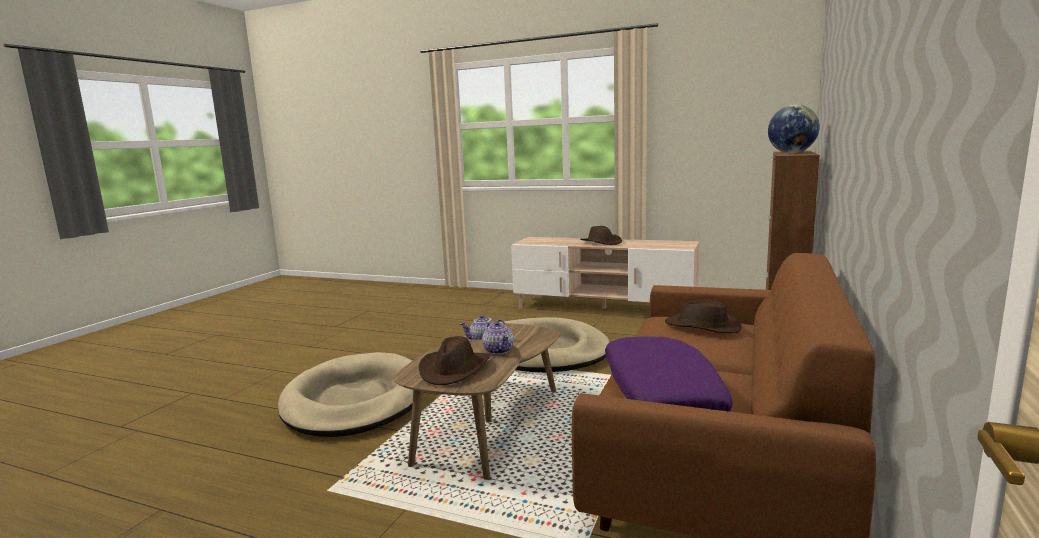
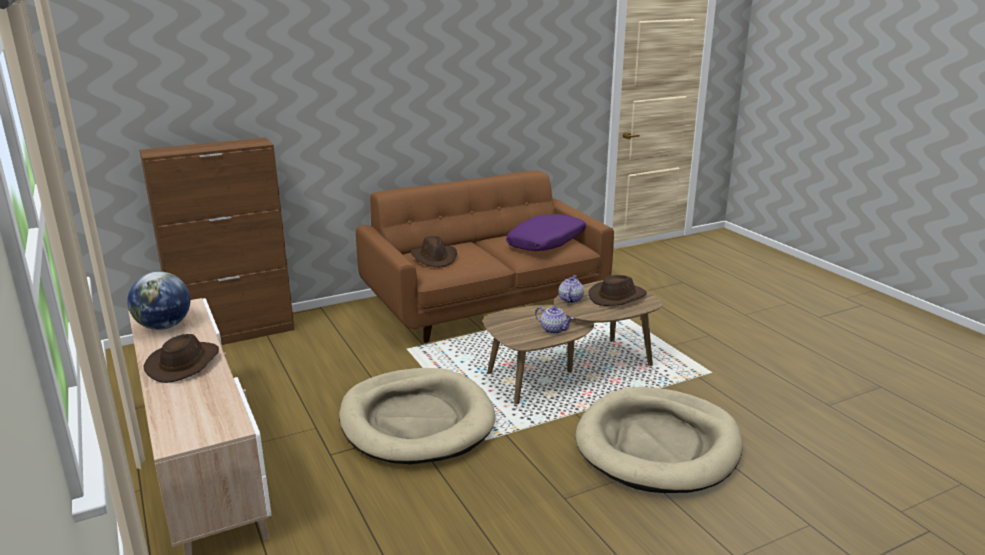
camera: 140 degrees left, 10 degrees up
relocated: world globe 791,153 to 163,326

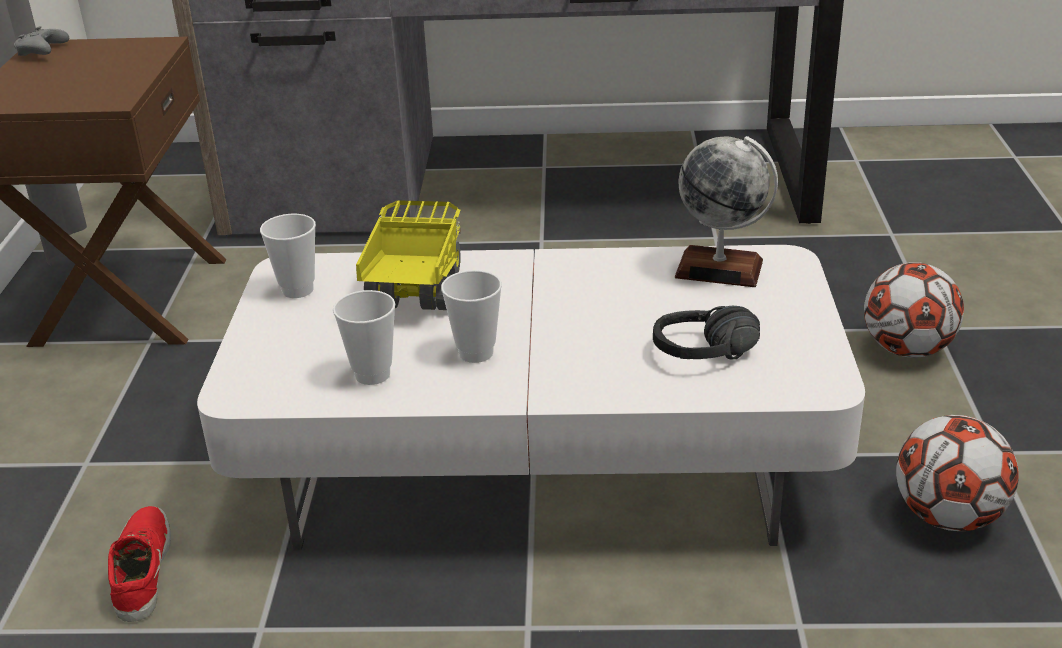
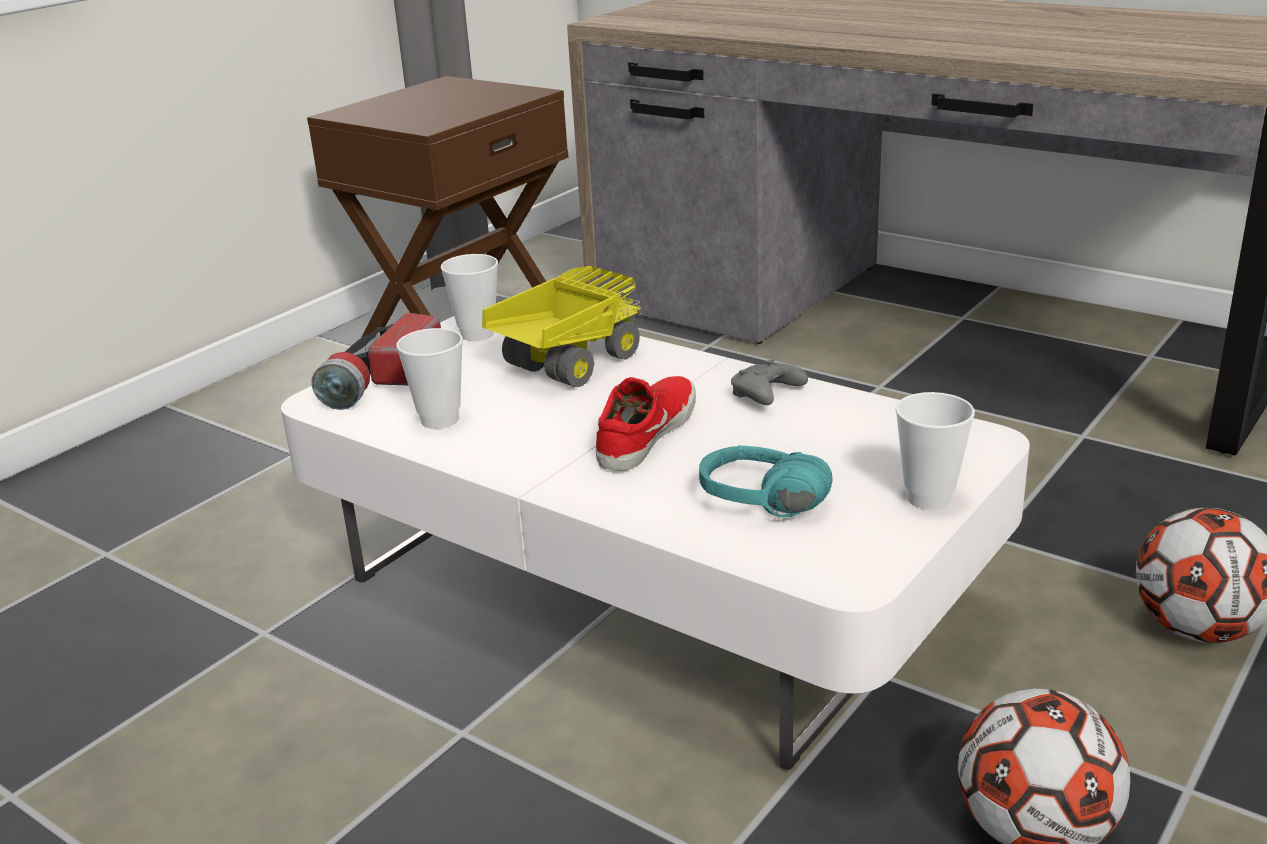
camera: 35 degrees right, 5 degrees down
missing: world globe 719,269
appeared: flashlight 382,381
relocated: red-coloured item of footwear 140,570 to 644,433; greyish joypad 43,53 to 766,396; small cup 476,353 to 929,498
colour: black headset 710,361 to turquoise-coloured headset 758,511

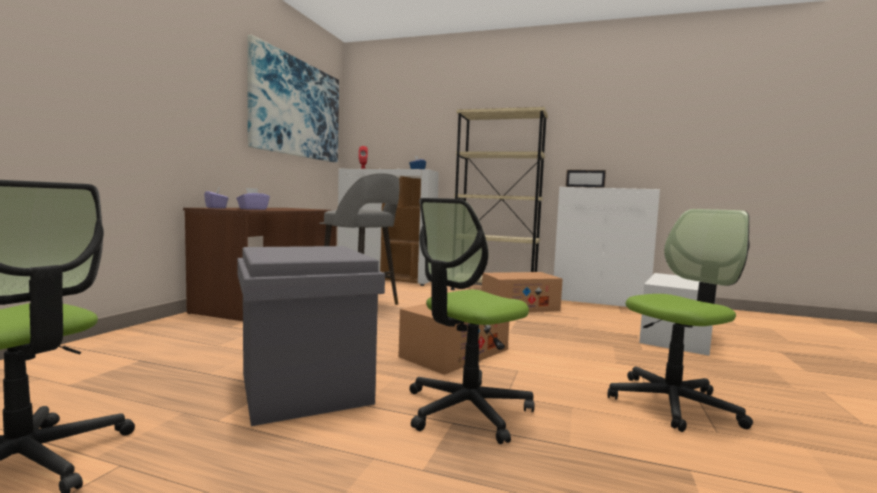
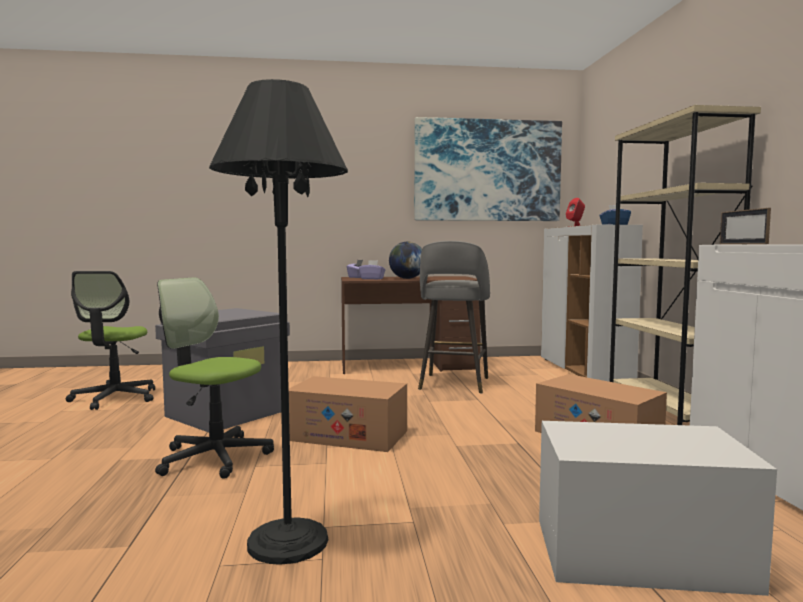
camera: 65 degrees right, 0 degrees up
appeared: world globe 407,278
exchanged: desk chair 673,404 to black standard lamp 288,542

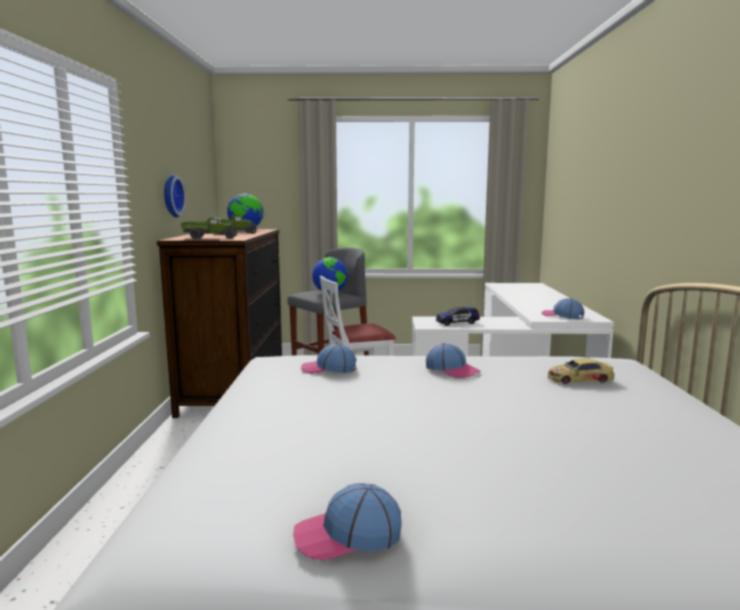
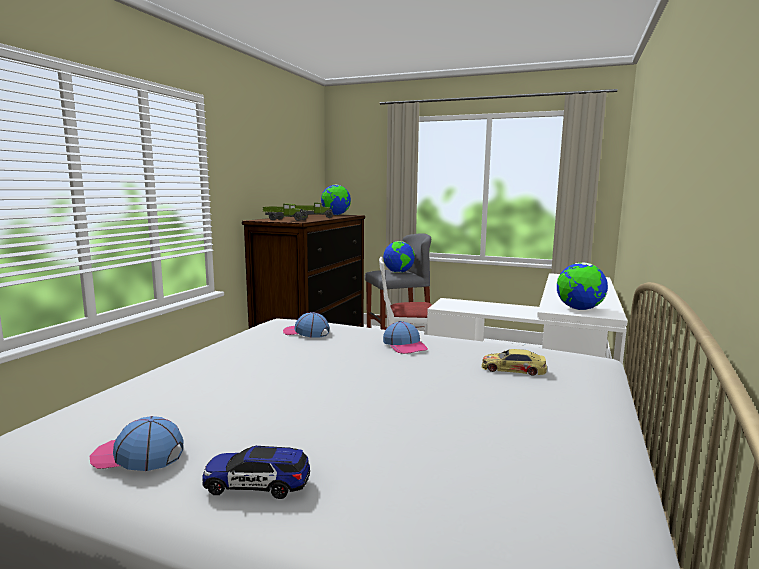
camera: 20 degrees right, 0 degrees up
missing: hanging clock 171,195
relocated: miniature car 457,323 to 257,485
exchanged: cap 562,315 to world globe 579,309

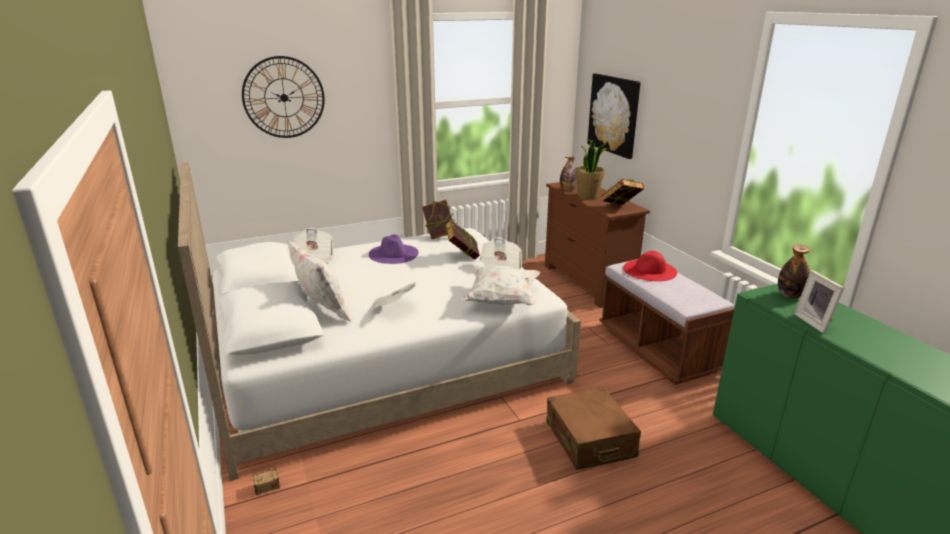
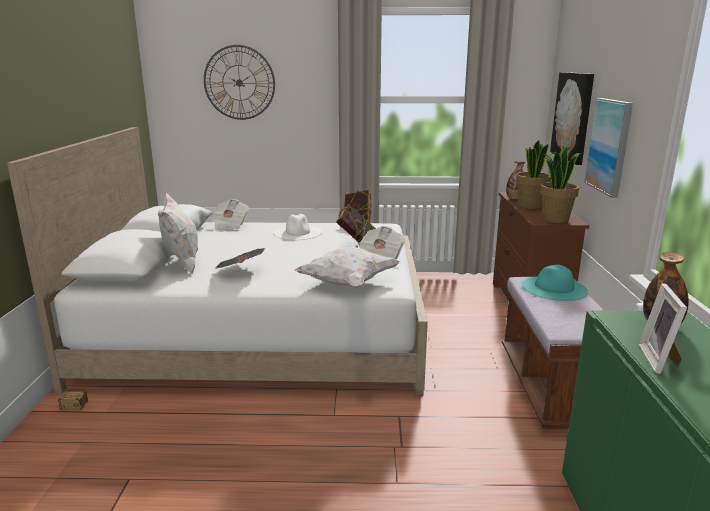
camera: 25 degrees right, 5 degrees down
missing: brown-coloured suitcase 589,439
appeared: wall picture 609,146
exchanged: volume 620,208 to potted plant 555,219
colour: purplish wearable hat 393,253 to white wearable hat 298,232; red-coloured wearable hat 649,270 to turquoise-coloured wearable hat 554,288

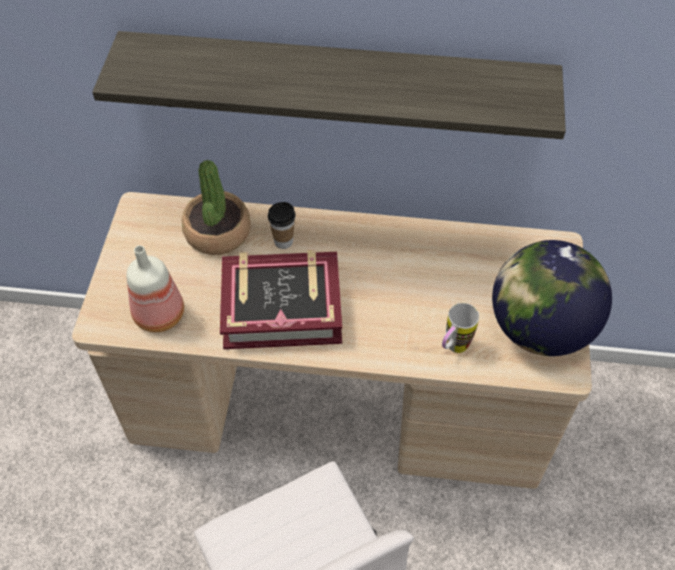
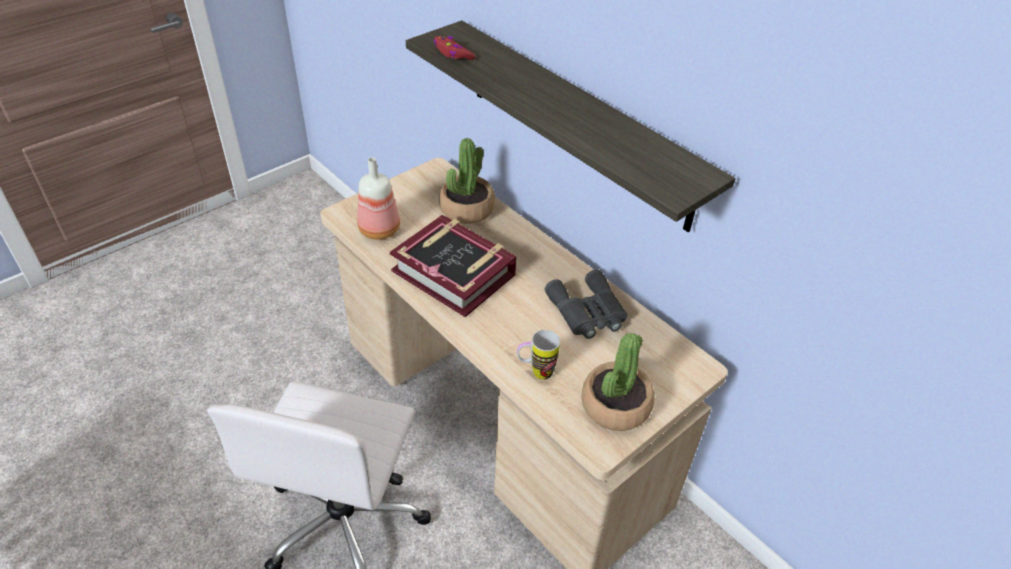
camera: 40 degrees right, 10 degrees down
missing: small cup 283,241
appeared: red-coloured joypad 453,53; greyish field glasses 587,312
exchanged: world globe 539,328 to potted plant 615,405

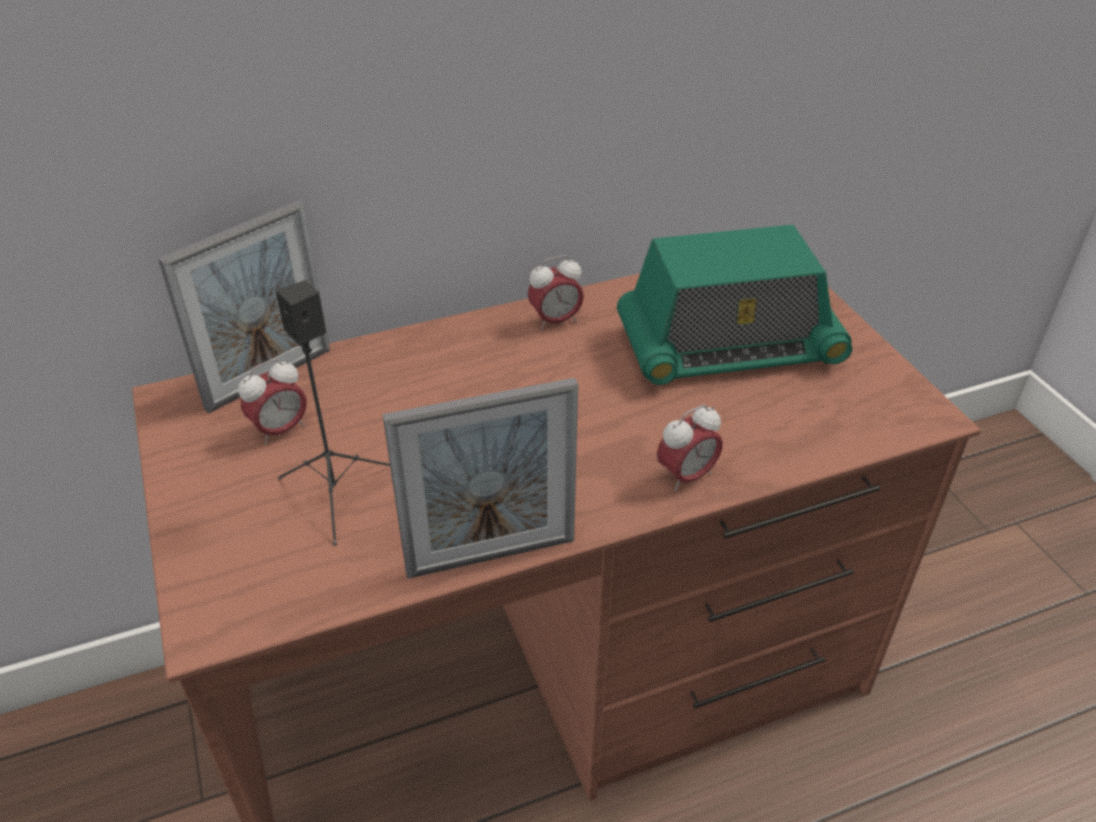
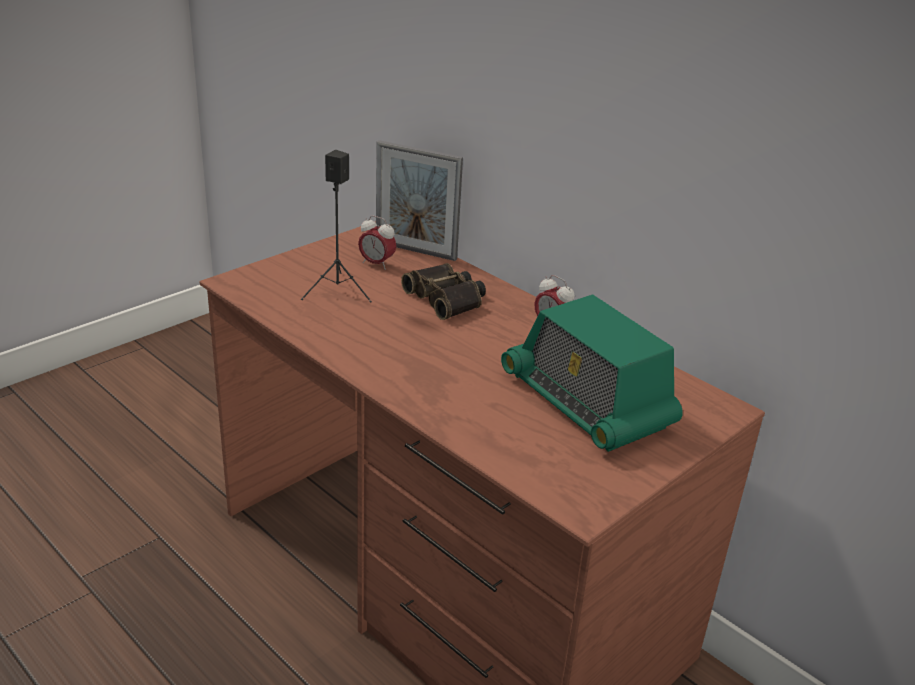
camera: 65 degrees right, 10 degrees down
missing: picture frame 491,556; table clock 686,476
appeared: field glasses 447,298

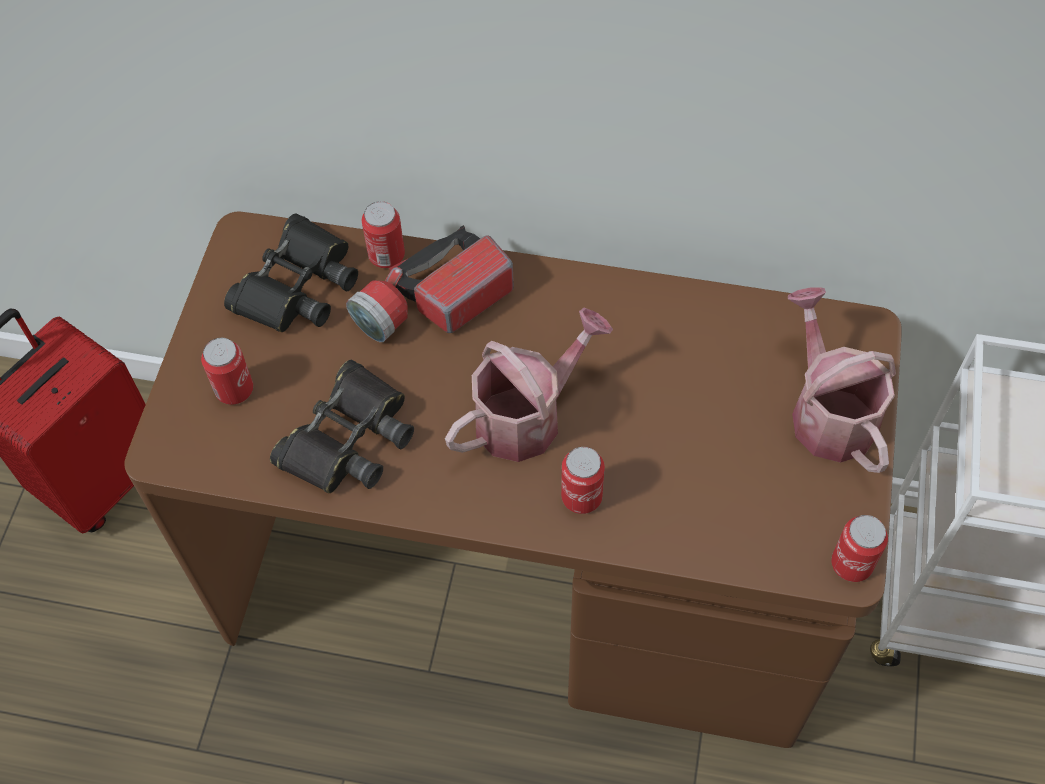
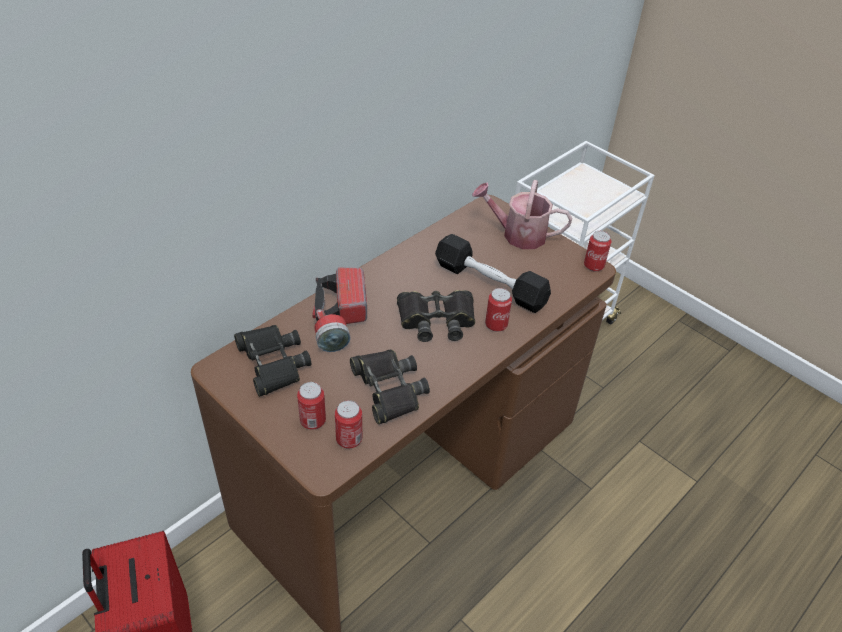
camera: 60 degrees left, 15 degrees down
appeared: black free weight 490,284
relocated: can 386,255 to 349,439
exchanged: watering can 527,415 to black field glasses 436,320

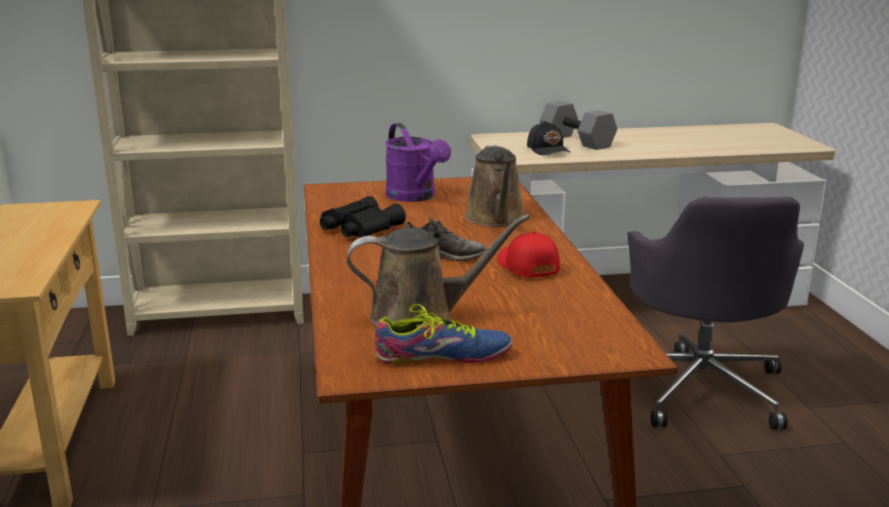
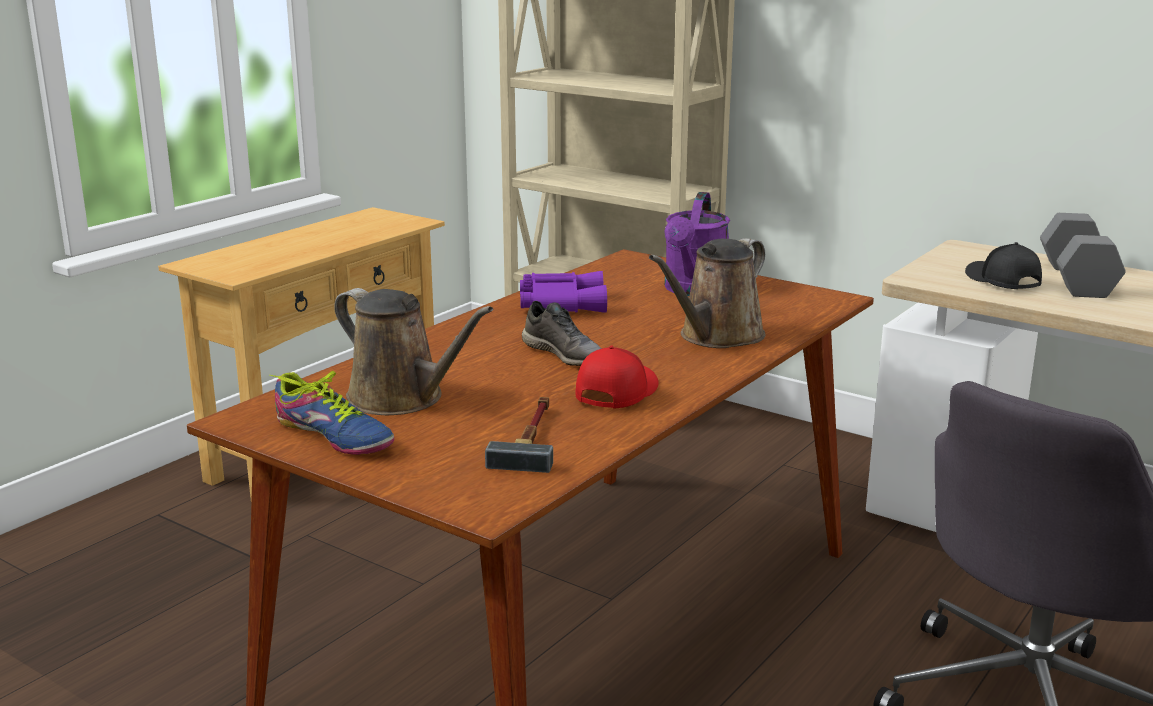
camera: 45 degrees right, 0 degrees up
appeared: hammer 532,438
colour: black field glasses 358,228 to purplish field glasses 561,304
spun: black cap 548,150 = 1002,281 135 degrees clockwise

